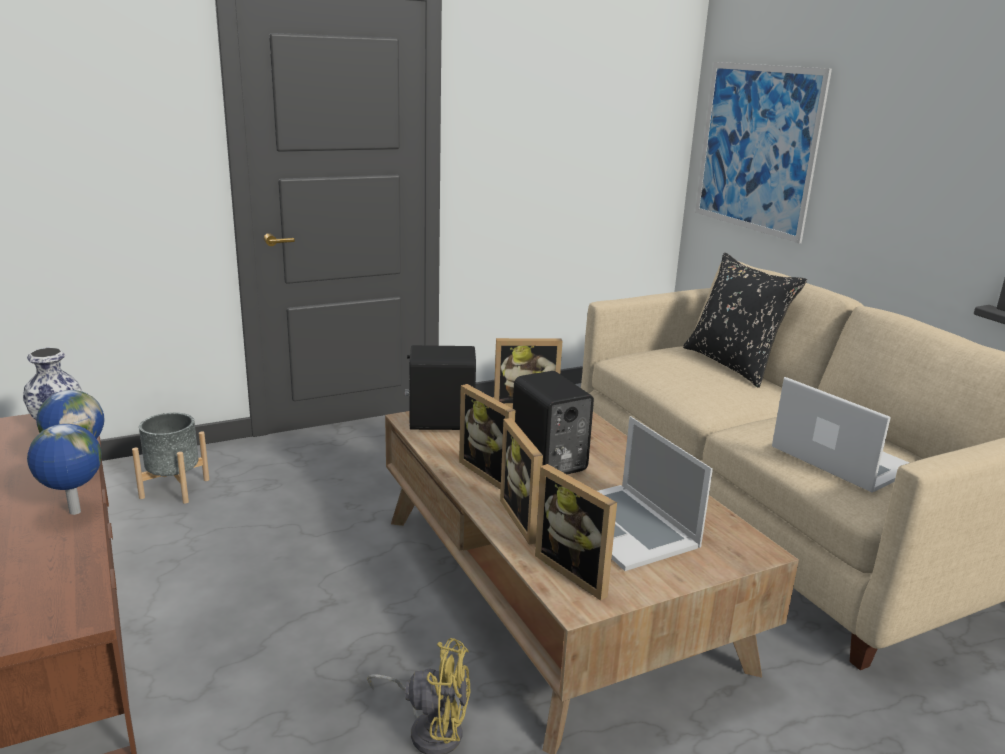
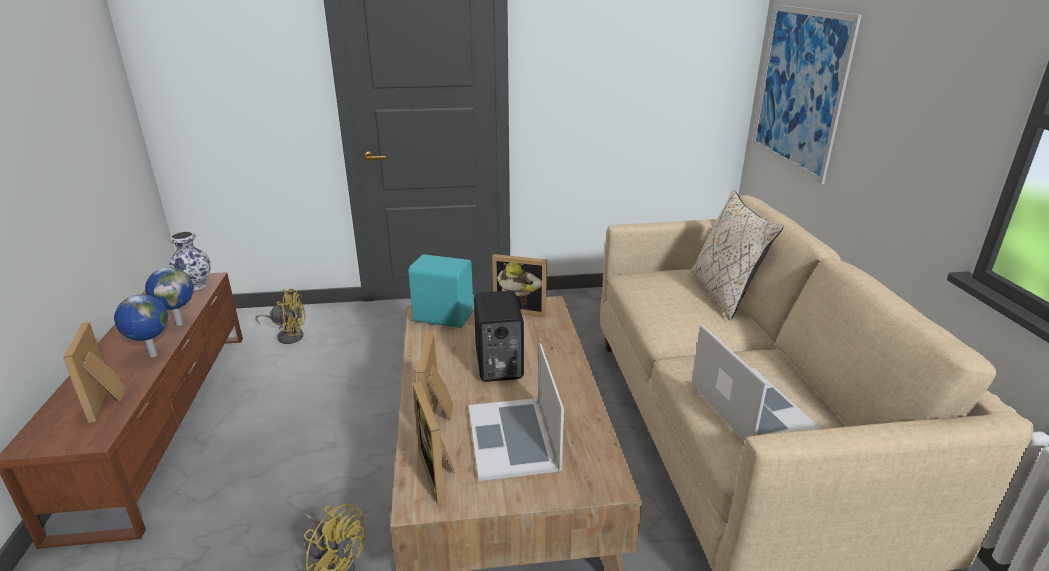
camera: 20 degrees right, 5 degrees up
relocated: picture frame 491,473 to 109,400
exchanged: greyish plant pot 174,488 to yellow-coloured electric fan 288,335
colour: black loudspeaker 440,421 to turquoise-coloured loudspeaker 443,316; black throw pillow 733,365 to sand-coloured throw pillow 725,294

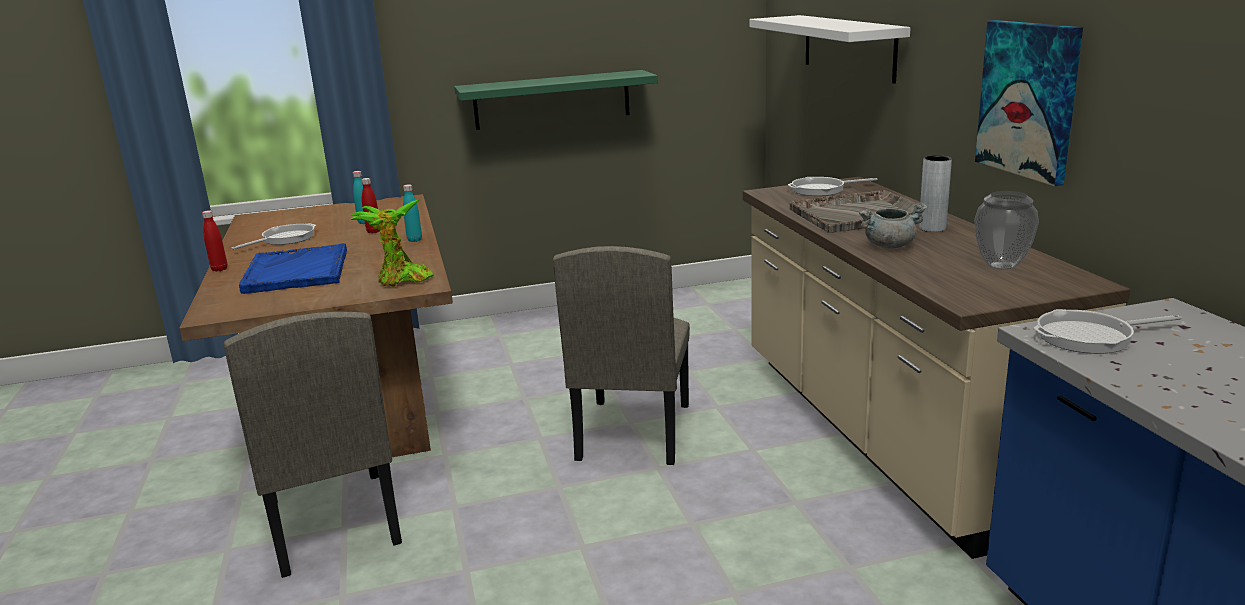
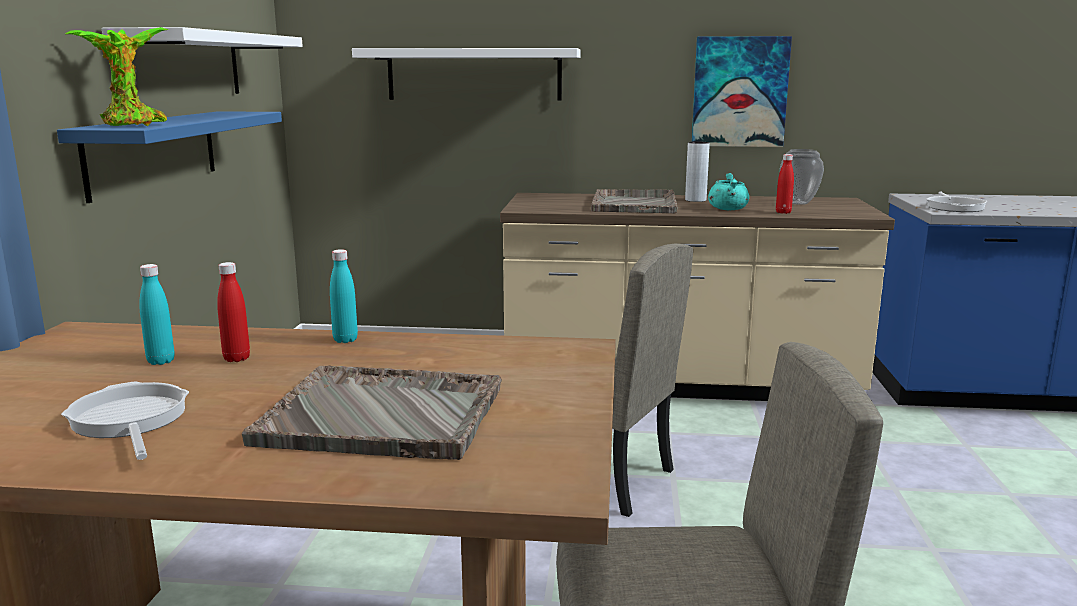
camera: 70 degrees left, 5 degrees down
missing: skillet 822,190
appeared: white shelf 185,65
relocated: potted plant 401,280 to 133,125; red-coloured drink bottle 219,269 to 783,212
colour: green-coloured shelf 552,100 to blue-coloured shelf 153,152; blue-coloured tray 296,271 to greyish tray 384,416; greyish saucepot 889,245 to turquoise-coloured saucepot 727,209

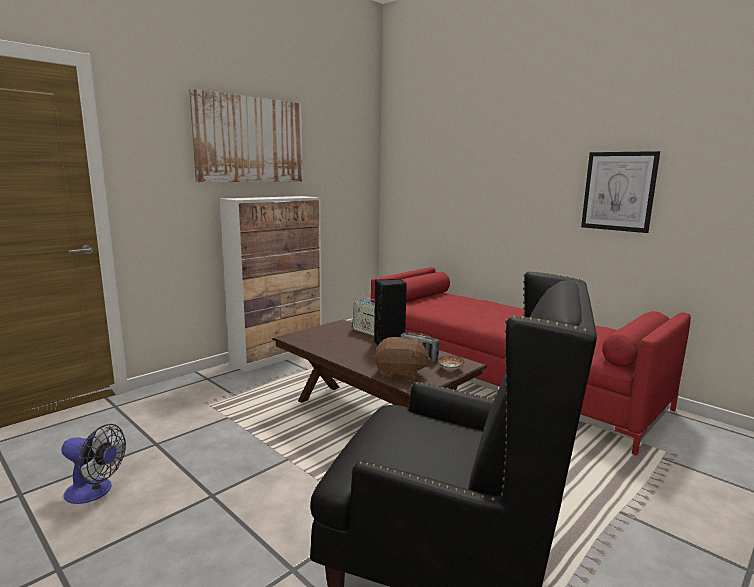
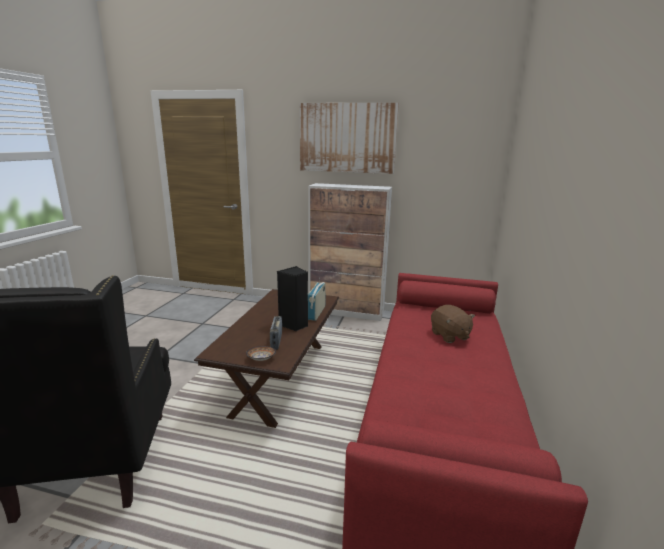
camera: 60 degrees right, 5 degrees up
missing: electric fan 95,492; wall picture 618,191
relocated: brown-coloured plush toy 400,374 to 449,336

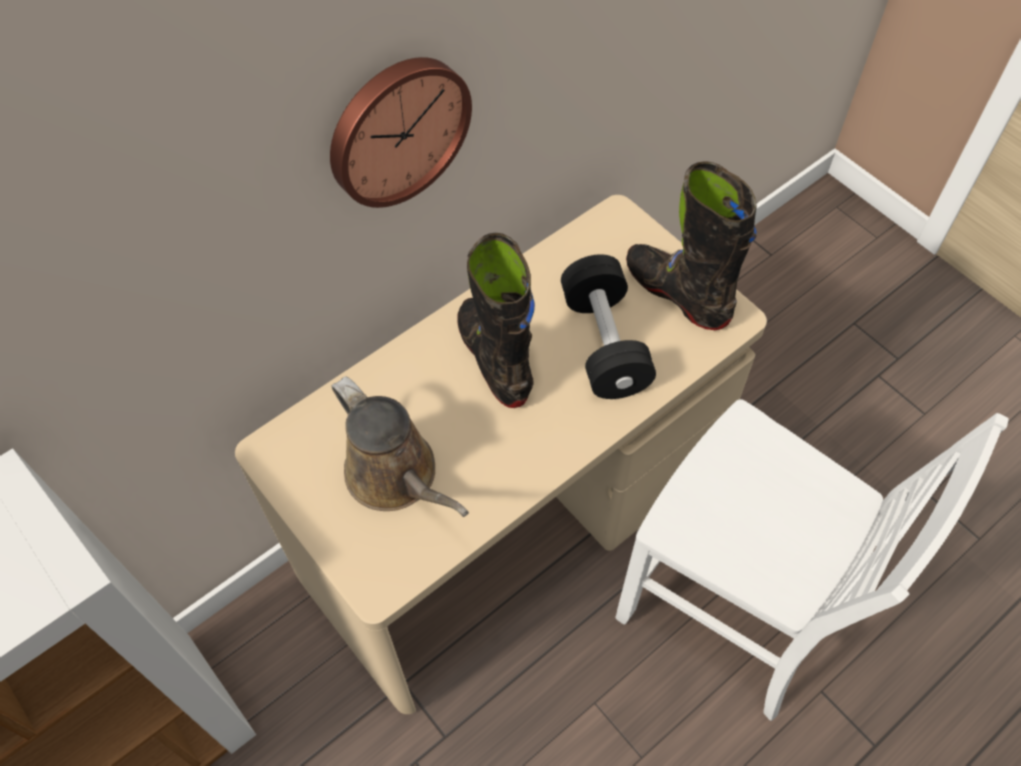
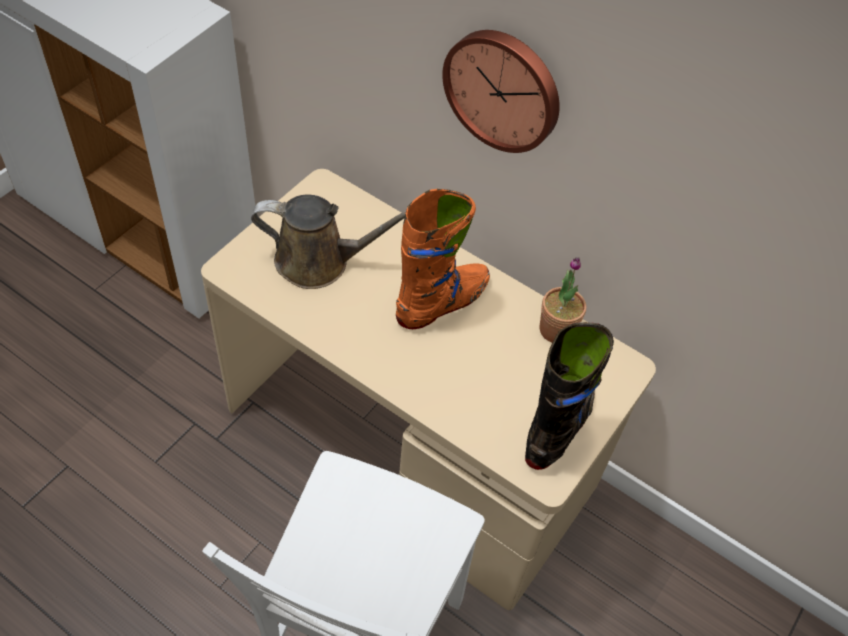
camera: 70 degrees right, 5 degrees down
missing: black free weight 604,343
appeared: potted plant 556,330
colour: black boot 495,359 to orangey boot 442,303
spun: brown-coloured watering can 397,476 = 319,261 120 degrees counterclockwise

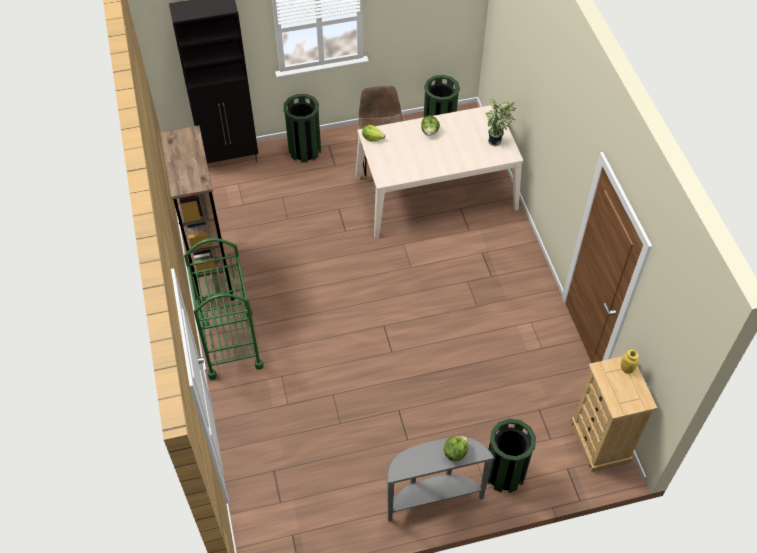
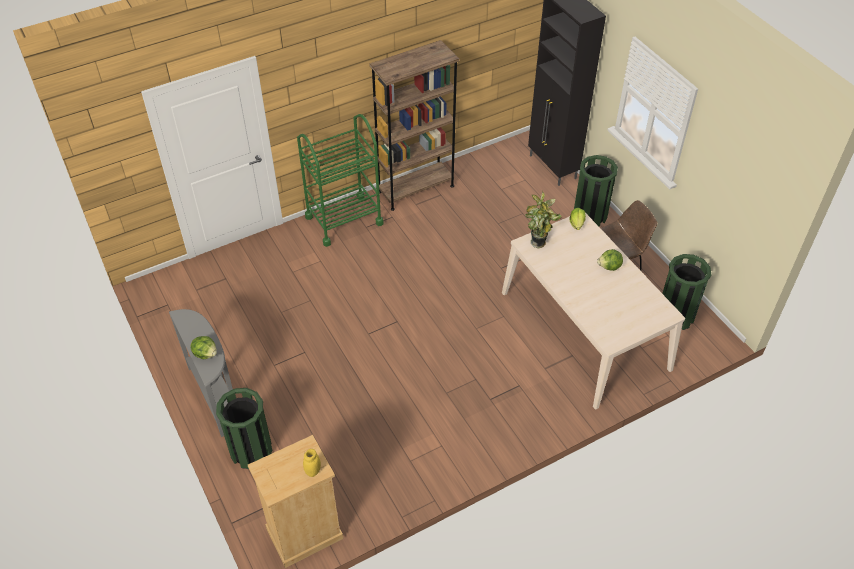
camera: 75 degrees right, 5 degrees down
relocated: potted plant 496,141 to 539,244

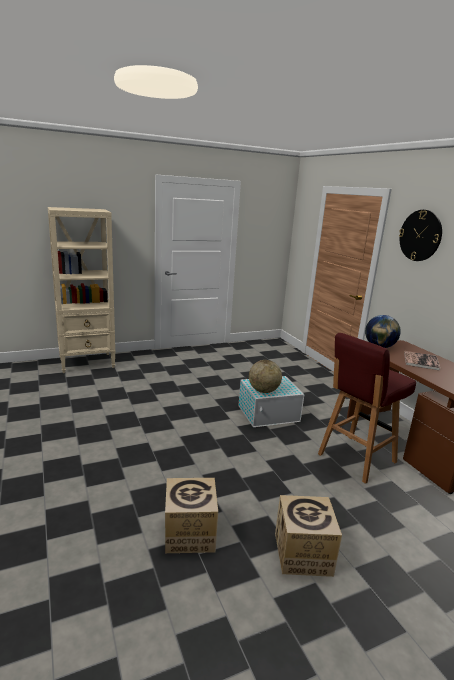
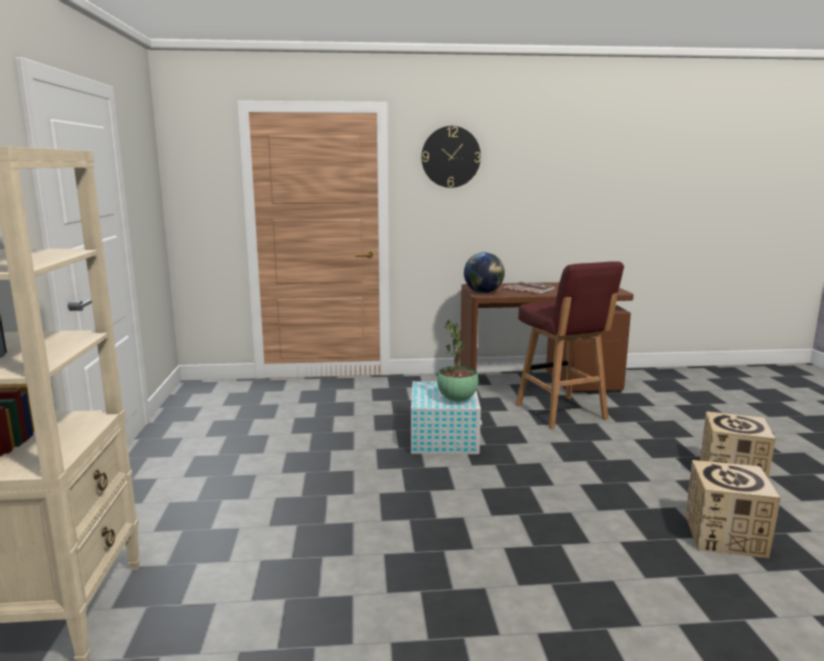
camera: 70 degrees left, 5 degrees down
exchanged: world globe 263,391 to potted plant 457,400

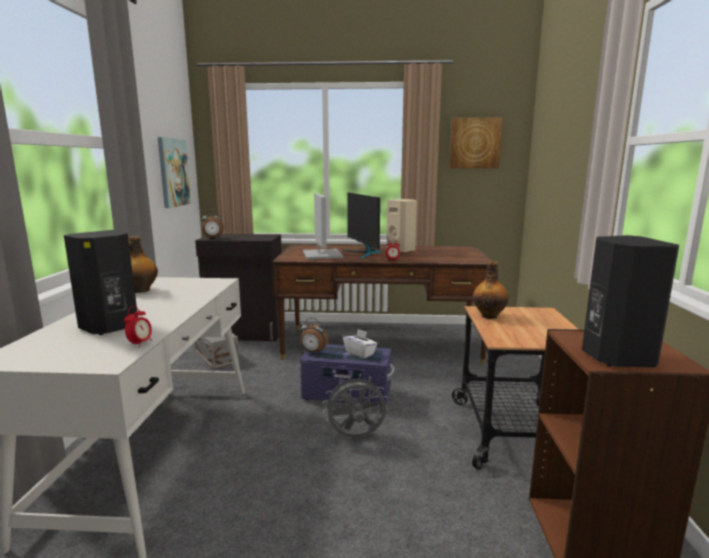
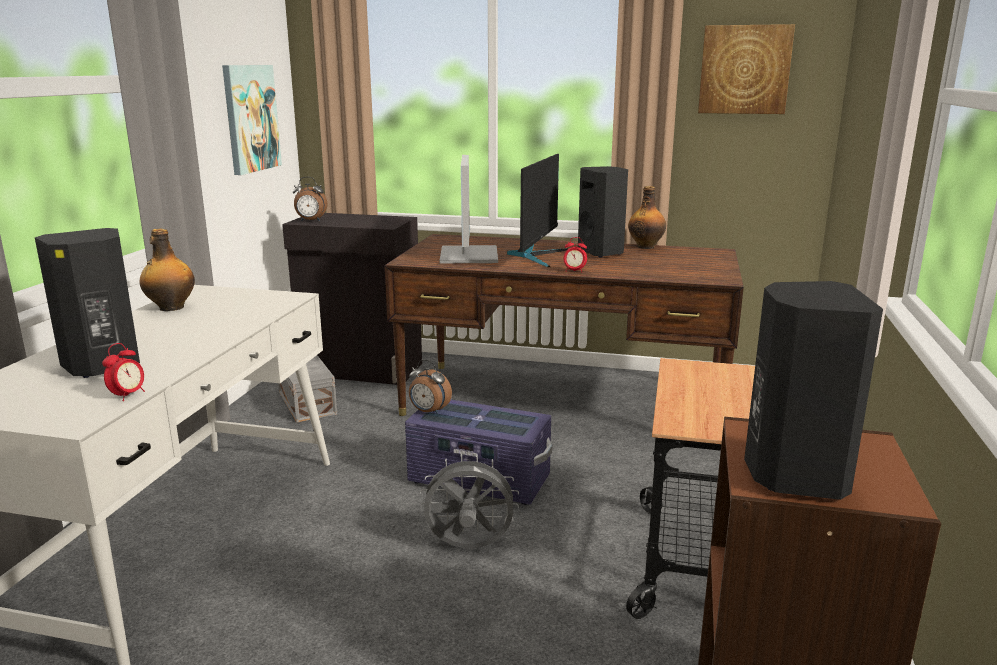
camera: 10 degrees right, 5 degrees up
missing: white tissue box 360,353
relocated: drink bottle 489,316 to 646,246
colour: sand-coloured loudspeaker 401,250 to black loudspeaker 602,252
spun: computer screen 364,253 = 536,256 150 degrees counterclockwise

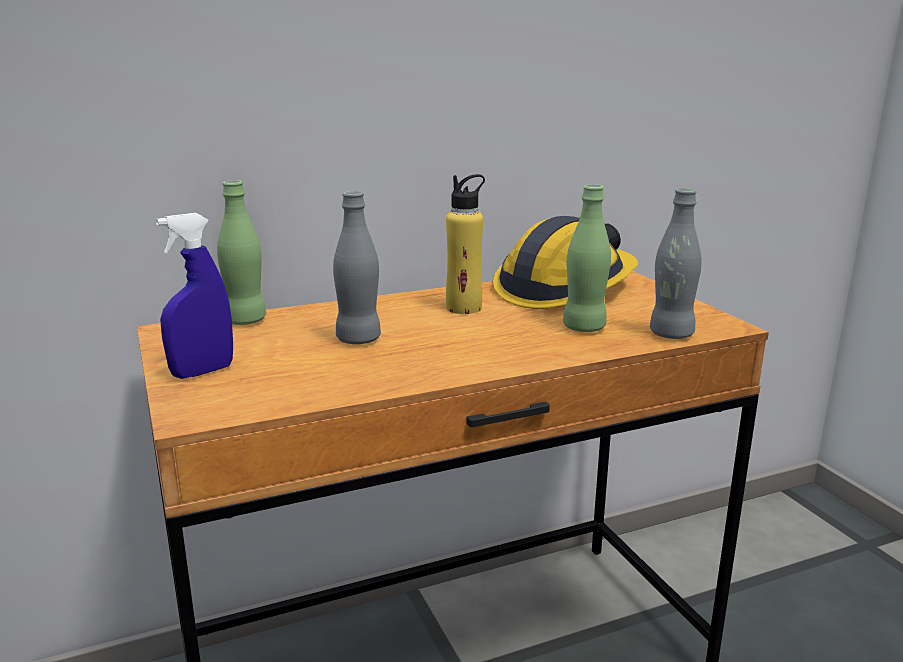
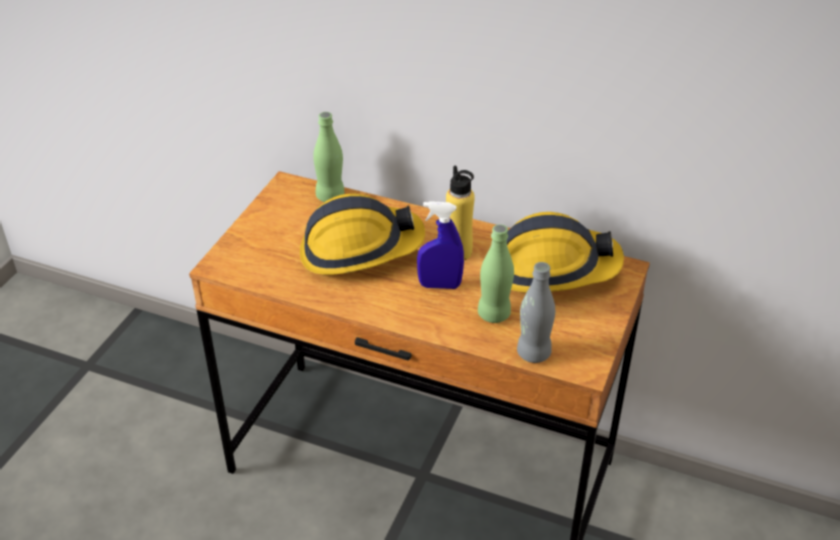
camera: 45 degrees right, 20 degrees up
relocated: blue-coloured sprayer 202,372 to 439,285
exchanged: greyish drink bottle 358,339 to hard hat 359,249

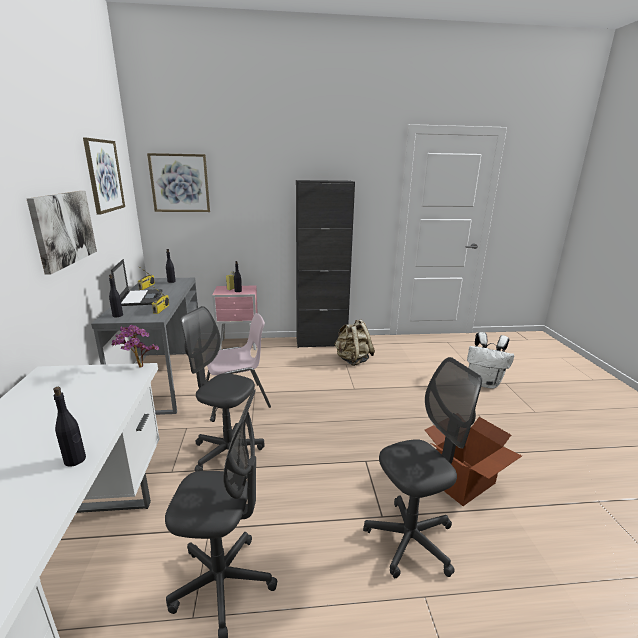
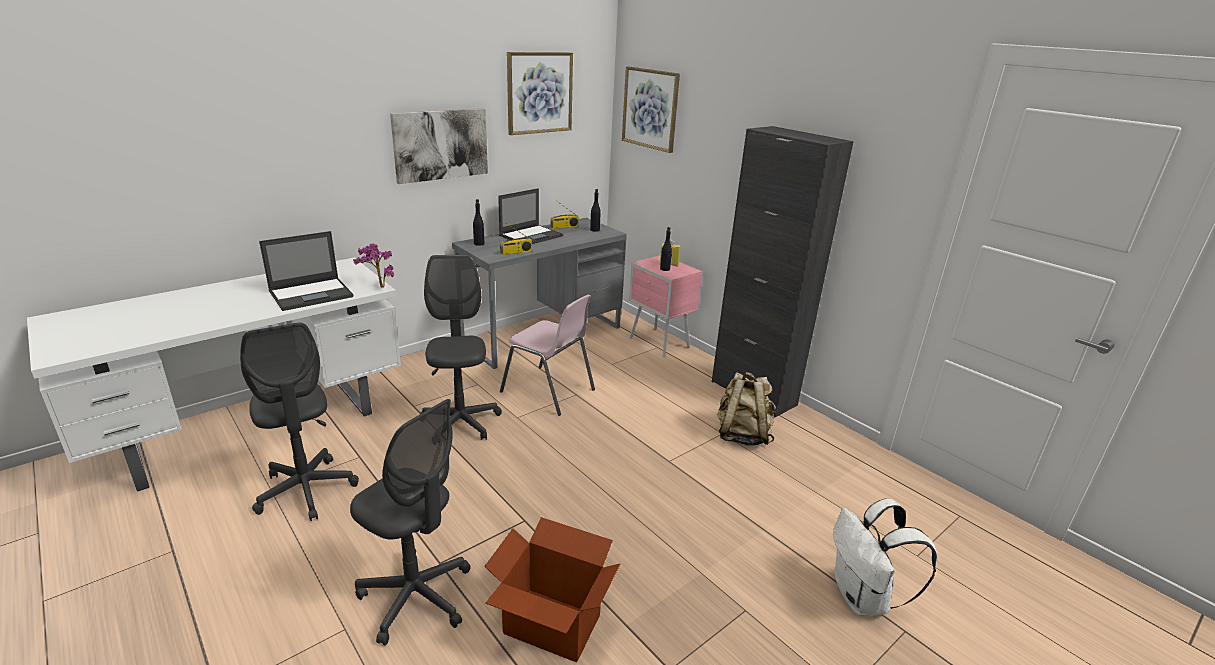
camera: 55 degrees right, 5 degrees up
missing: black drink bottle 75,460
appeared: laptop 312,294

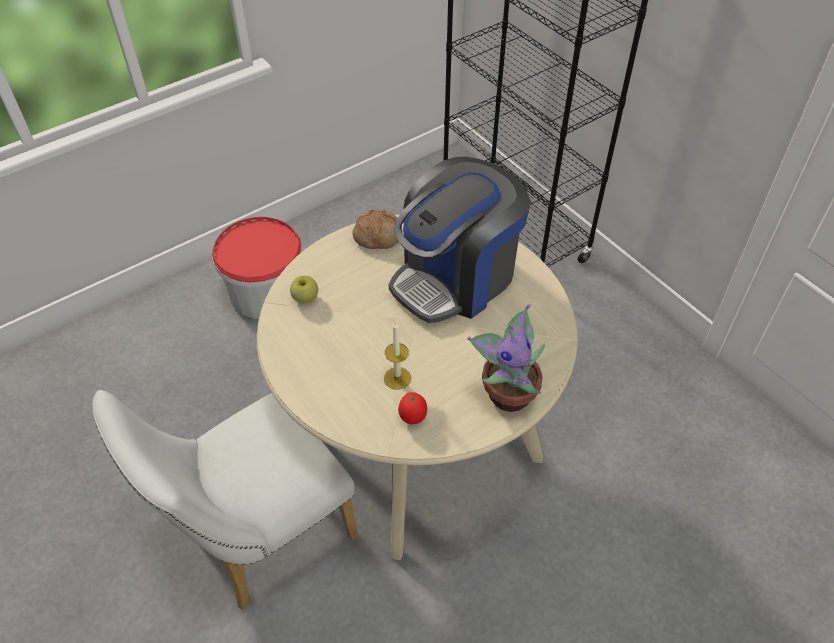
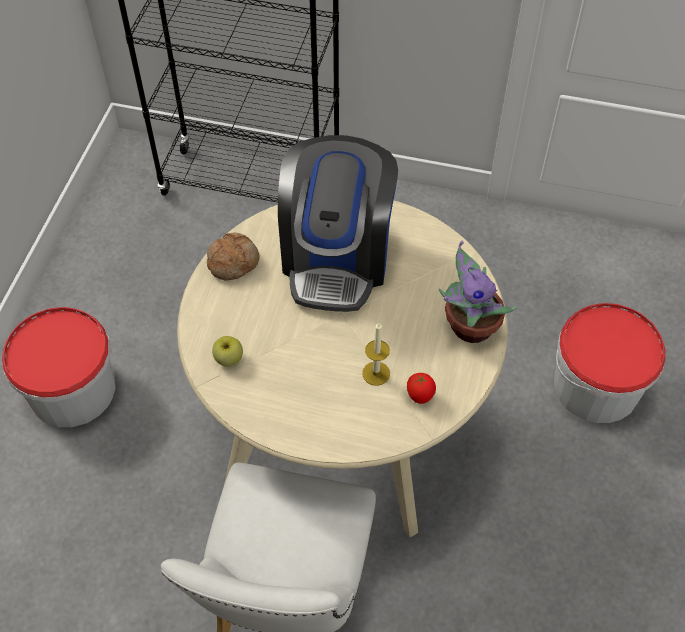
camera: 40 degrees left, 5 degrees up
appeared: water bucket 596,385

